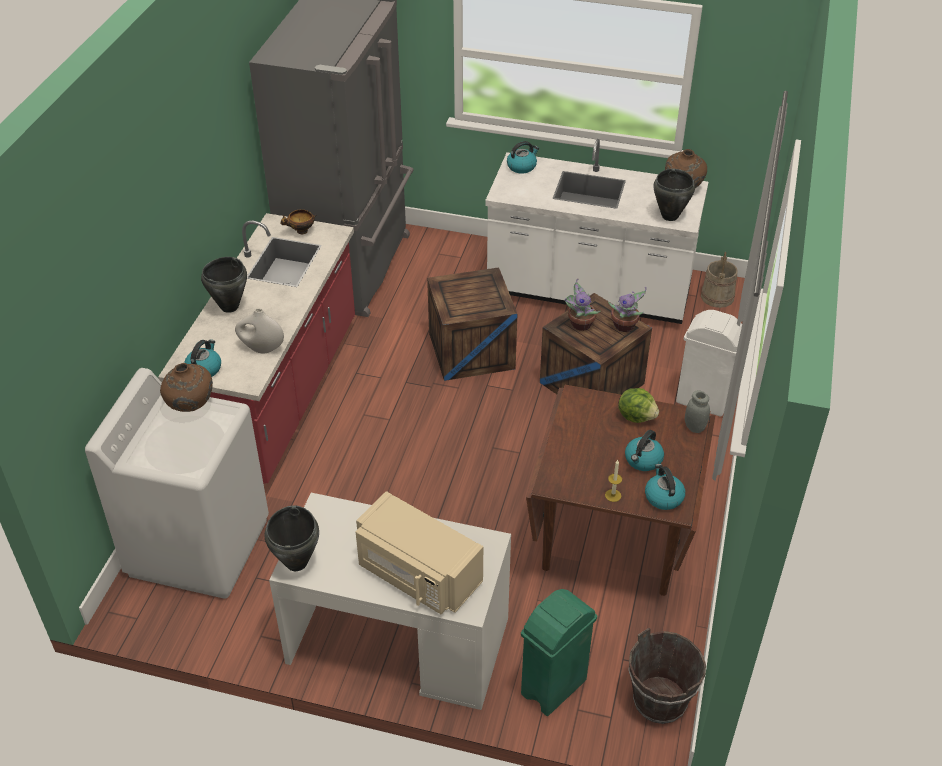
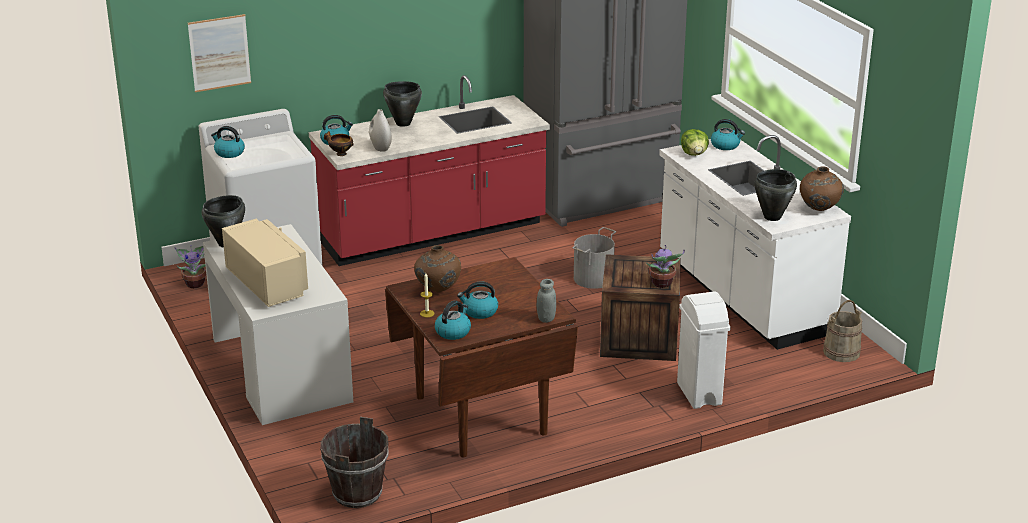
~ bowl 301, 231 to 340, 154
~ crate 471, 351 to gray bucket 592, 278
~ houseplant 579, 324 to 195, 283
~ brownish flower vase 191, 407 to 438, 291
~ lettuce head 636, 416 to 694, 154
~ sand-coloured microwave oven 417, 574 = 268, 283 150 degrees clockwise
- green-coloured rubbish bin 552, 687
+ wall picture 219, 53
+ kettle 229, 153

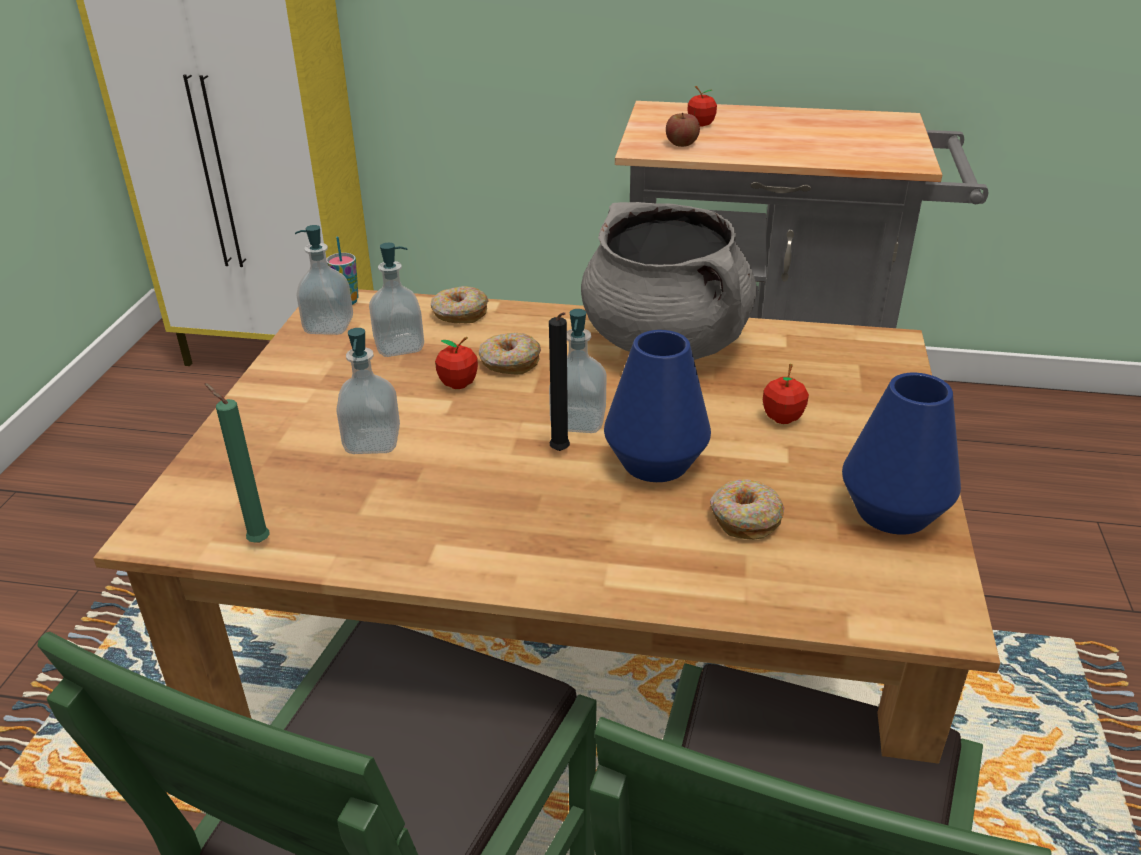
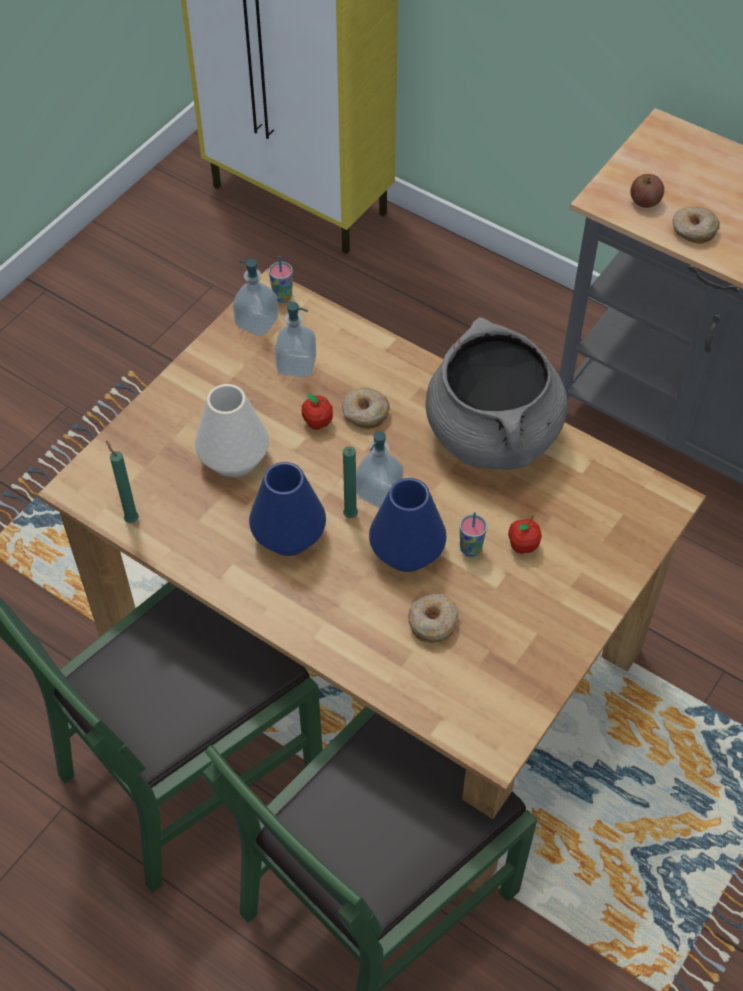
- apple 701, 124
~ donut 459, 314 to 693, 230
~ black-coloured wax light 560, 453 to green-coloured wax light 350, 517
~ soap bottle 372, 442 to white-coloured flower vase 234, 458
~ blue-coloured flower vase 892, 511 to 289, 535
+ small cup 470, 549

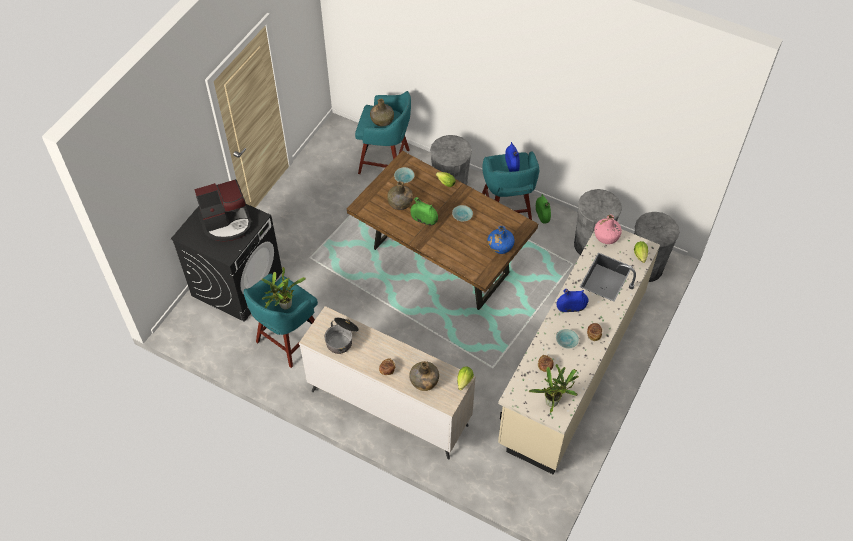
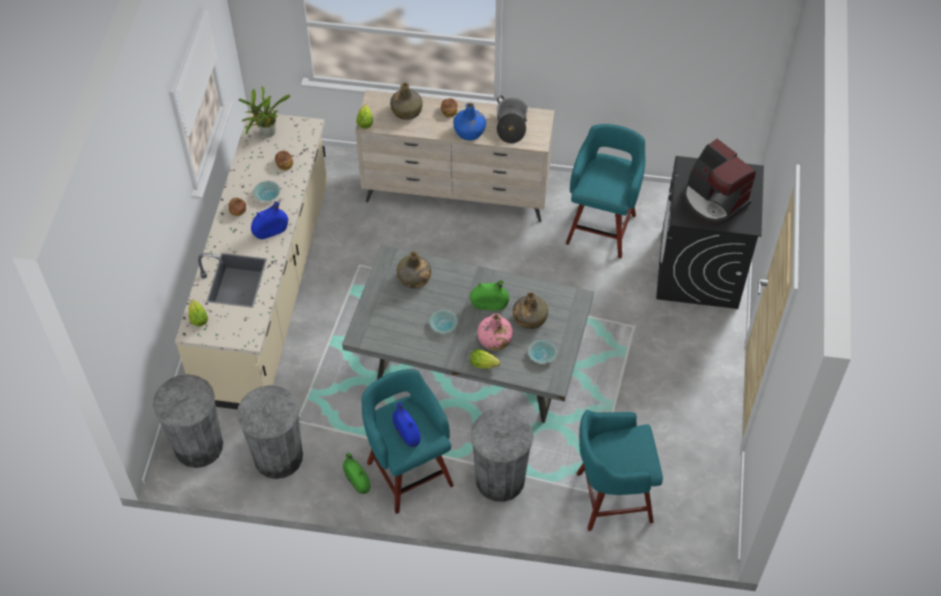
~ green-coloured bottle 382, 120 to 414, 279
~ brownish dinner table 440, 260 to gray dinner table 471, 372
~ coffee machine 227, 223 = 713, 200 90 degrees counterclockwise
~ pinkish bottle 606, 236 to 494, 340
~ blue-coloured bottle 500, 246 to 470, 131
- houseplant 284, 306

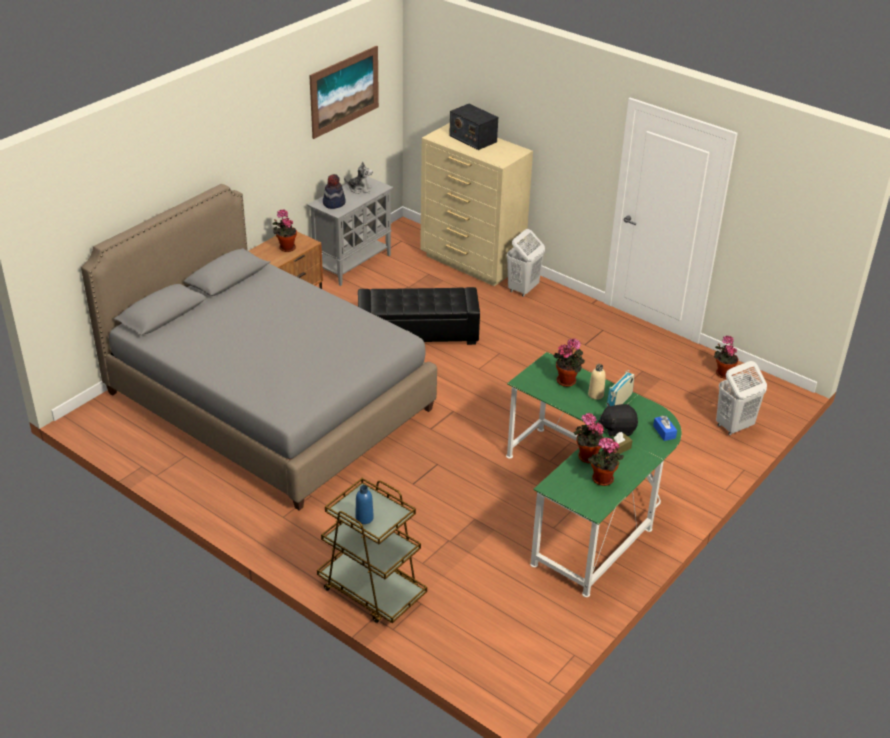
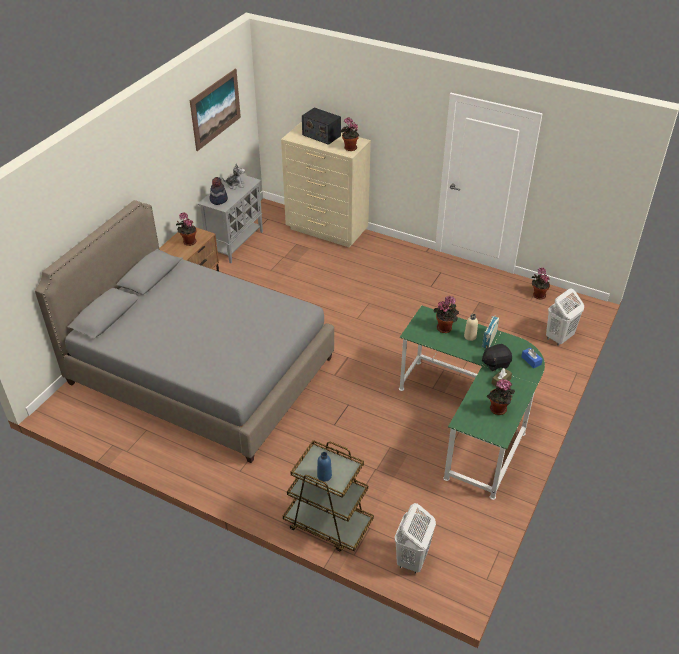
~ white-coloured washing basket 523, 289 to 412, 559
- black-coloured ottoman 418, 332
~ houseplant 586, 457 to 349, 148

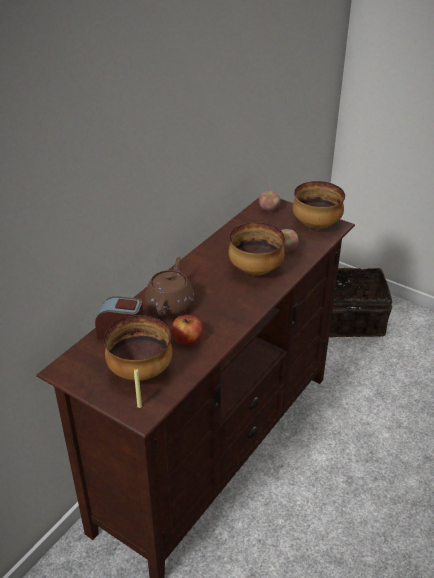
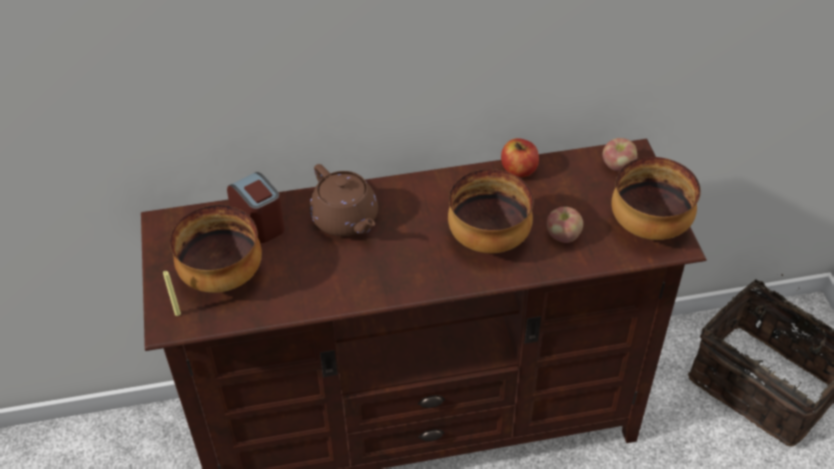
~ brownish teapot 170, 304 = 345, 219 90 degrees clockwise
~ apple 187, 339 to 519, 169

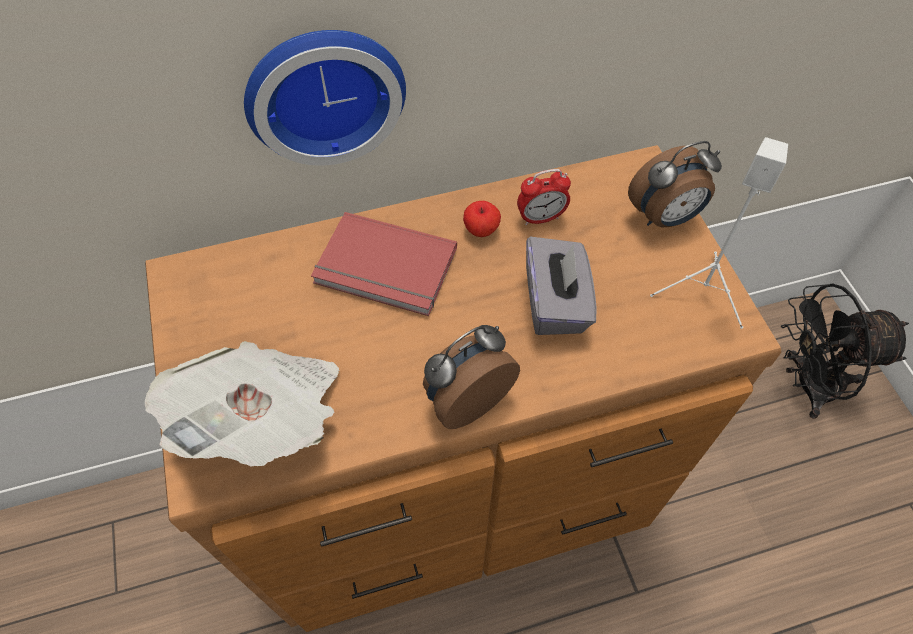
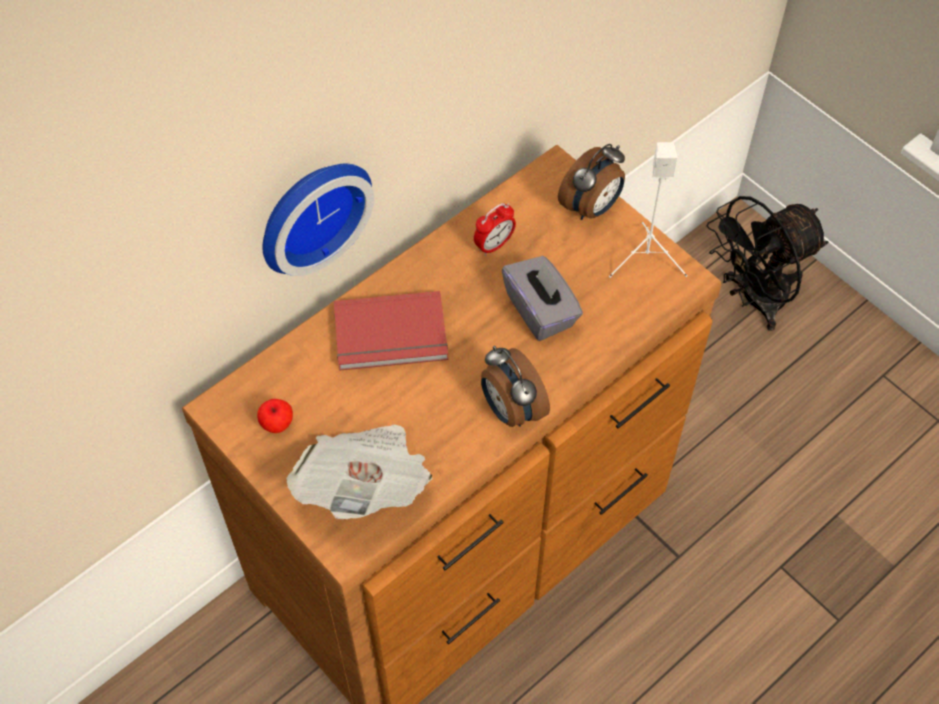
~ apple 481, 230 to 277, 424
~ bedside clock 466, 399 = 511, 410 60 degrees counterclockwise

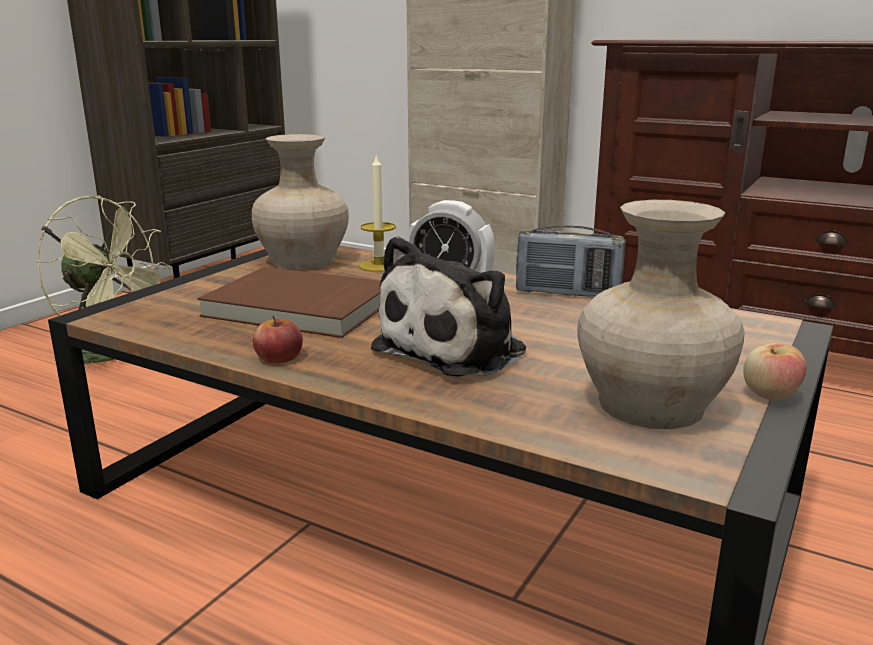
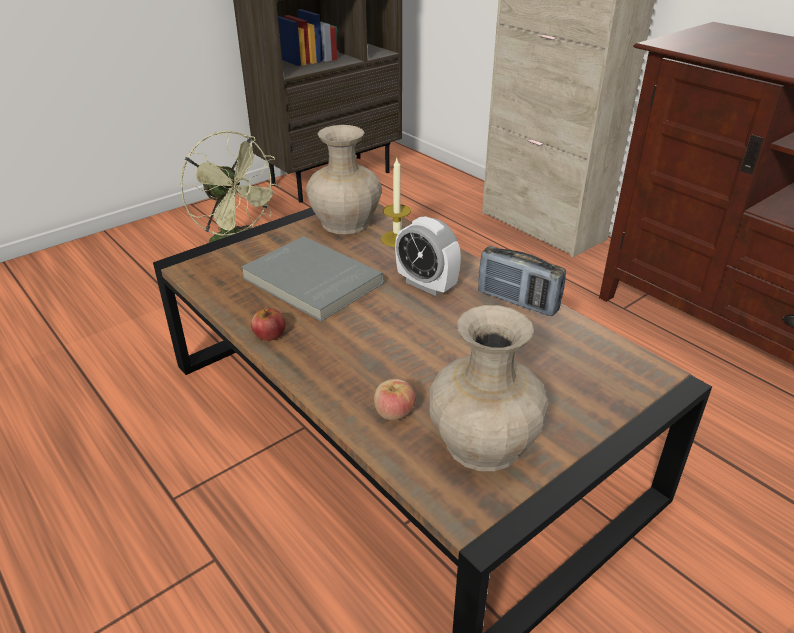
- cuddly toy 457, 349
~ brownish volume 298, 308 to gray volume 310, 282
~ apple 770, 395 to 394, 413

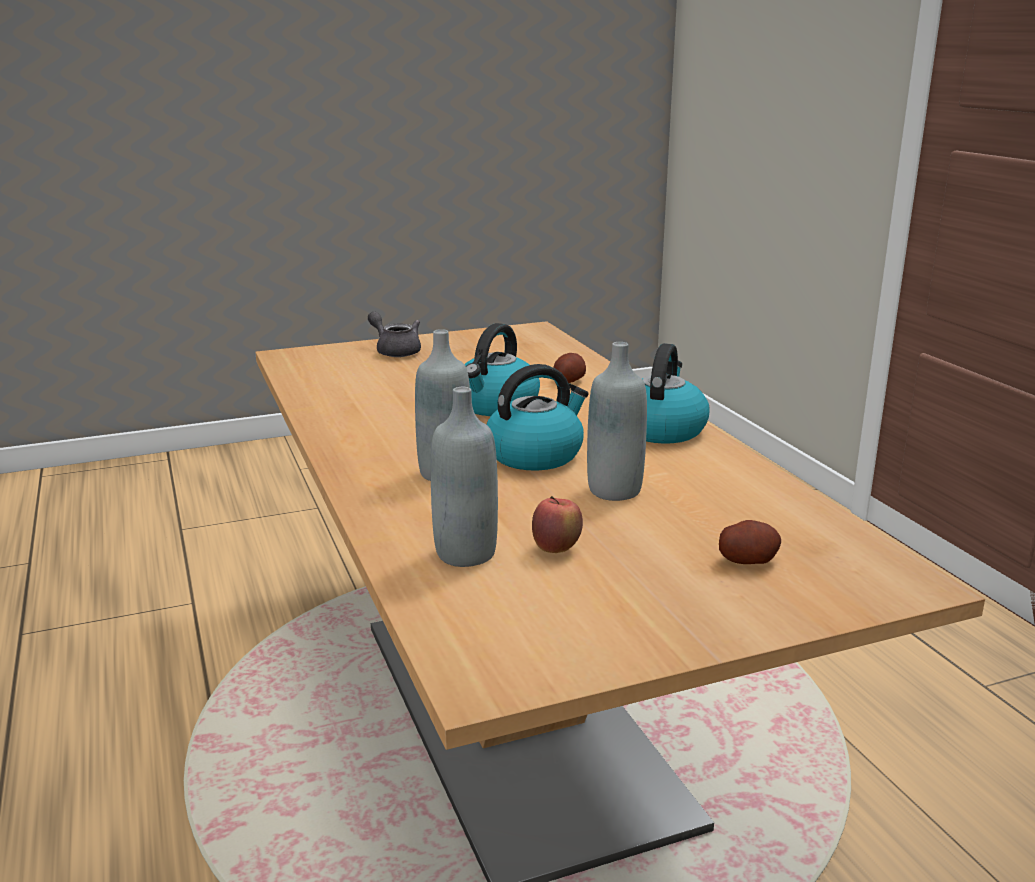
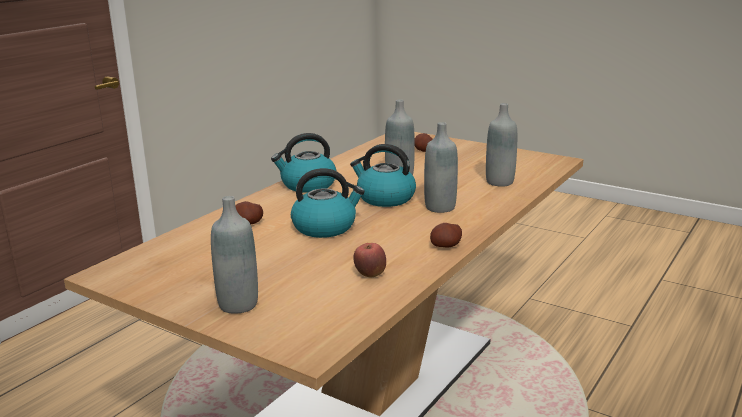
~ gray teapot 395, 351 to gray bottle 238, 304
~ apple 556, 549 to 370, 275
+ spud 445, 246

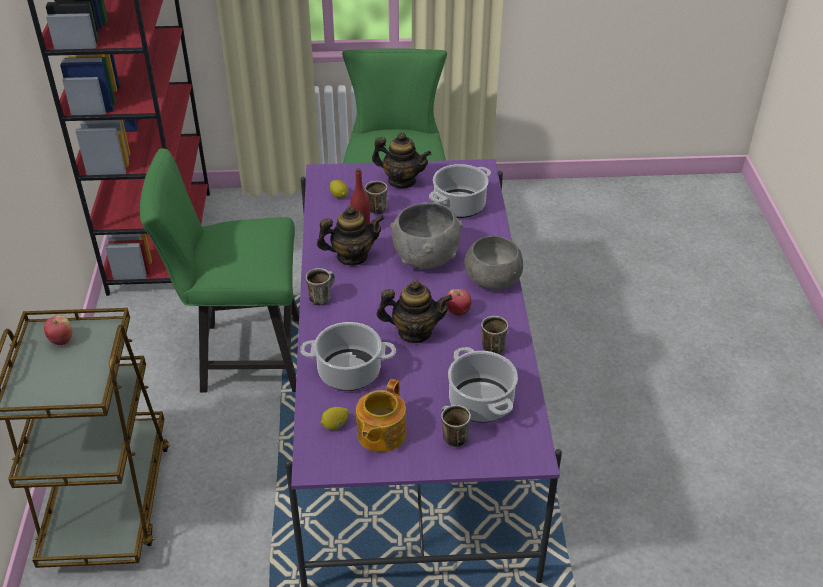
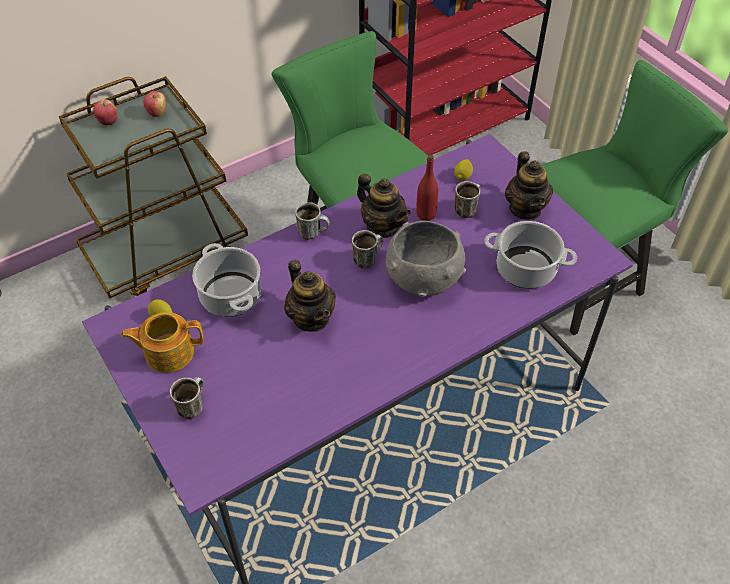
- gray bowl 493, 279
~ apple 458, 312 to 108, 122
~ mug 491, 345 to 367, 258
- stockpot 480, 402

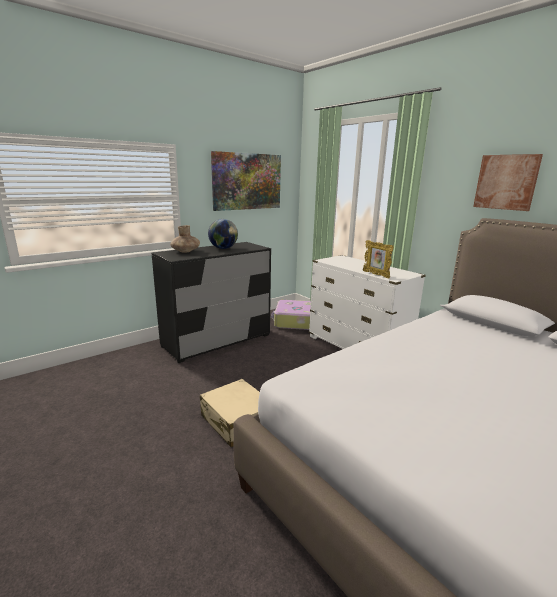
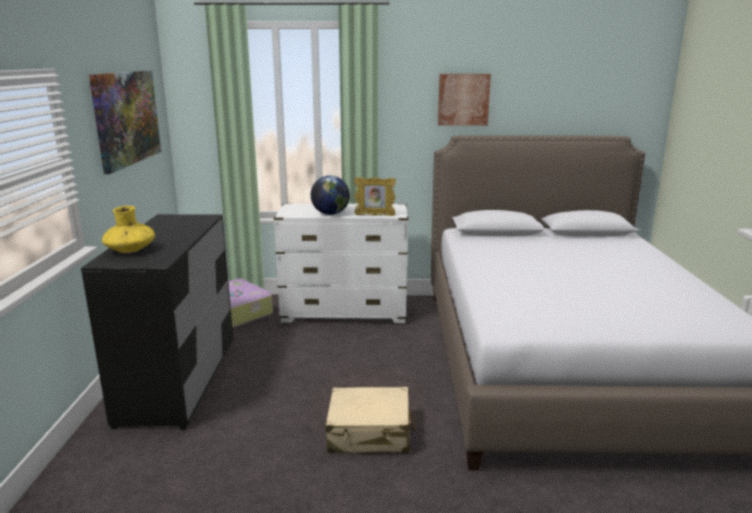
~ globe 223, 248 to 330, 214
~ brownish flower vase 185, 251 to yellowish flower vase 130, 250

